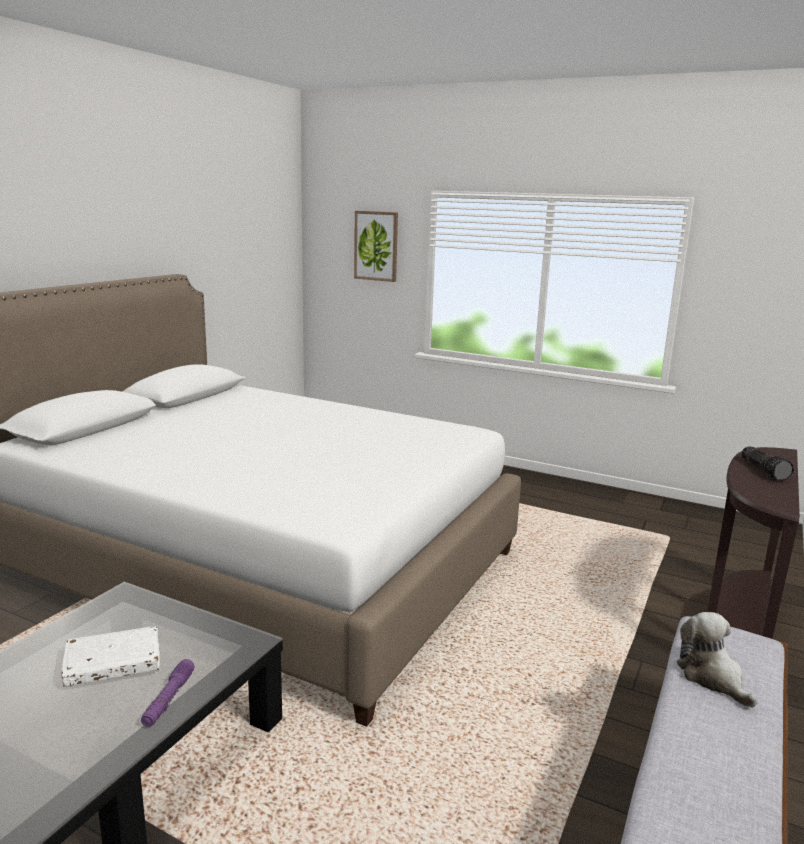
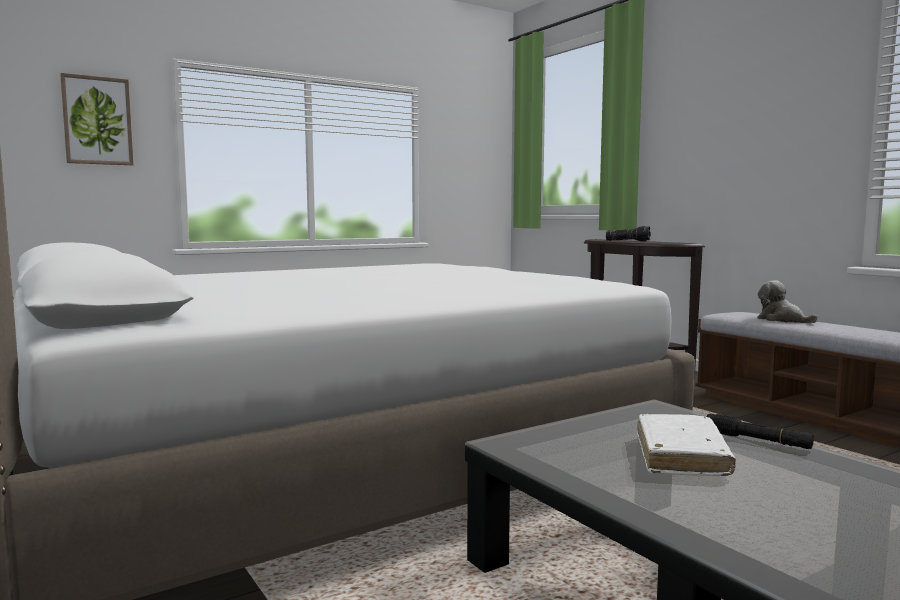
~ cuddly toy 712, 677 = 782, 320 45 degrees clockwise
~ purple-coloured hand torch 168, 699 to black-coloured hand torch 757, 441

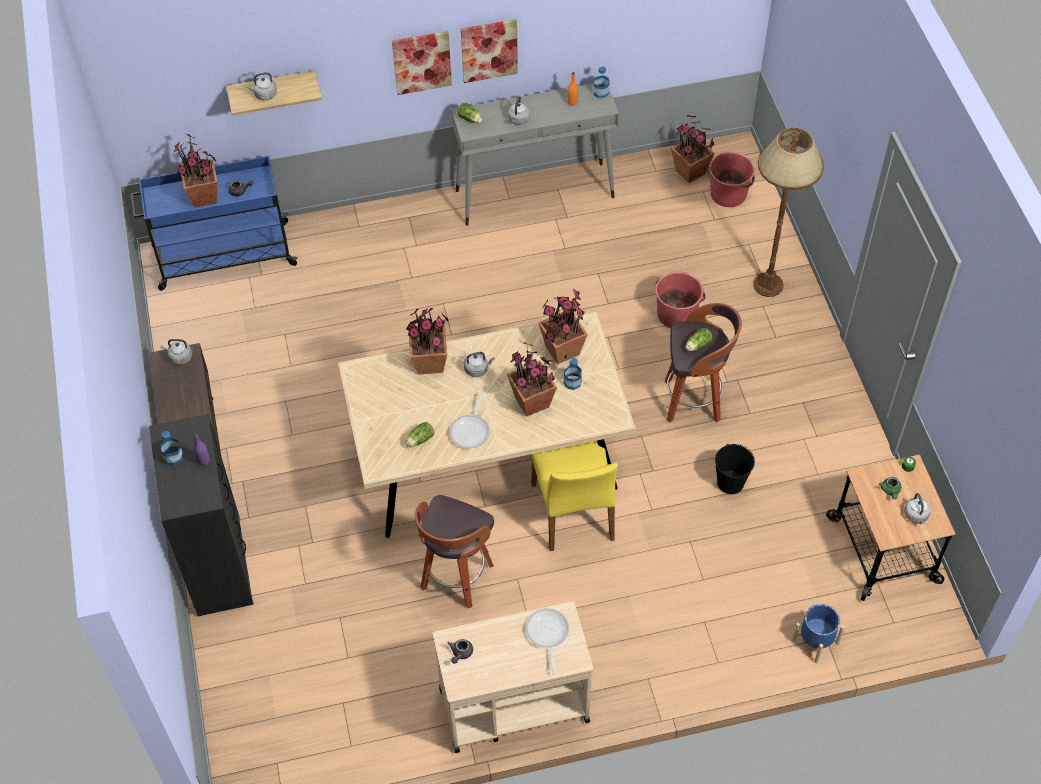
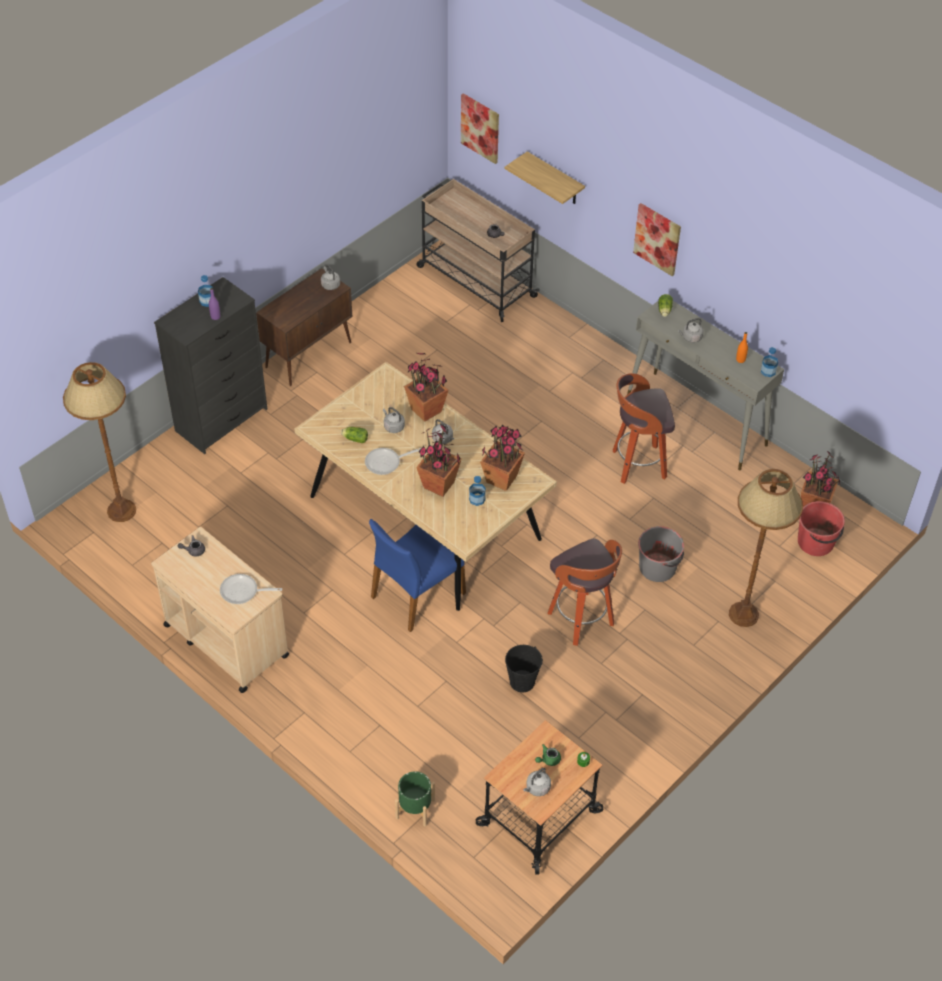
~ wall picture 489, 50 to 480, 128
~ gray kettle 264, 95 to 393, 426
- houseplant 204, 197
~ blue-coloured trolley 222, 256 to sand-coloured trolley 475, 281
~ red-coloured bucket 676, 314 to gray bucket 658, 567
- lettuce head 697, 345
~ yellowish plain chair 574, 512 to blue-coloured plain chair 416, 595
~ stool seat 456, 578 to 637, 465
~ blue-coloured planter 815, 641 to green-coloured planter 415, 809
~ pan 547, 634 = 243, 592 135 degrees counterclockwise
+ brownish standing lamp 121, 511

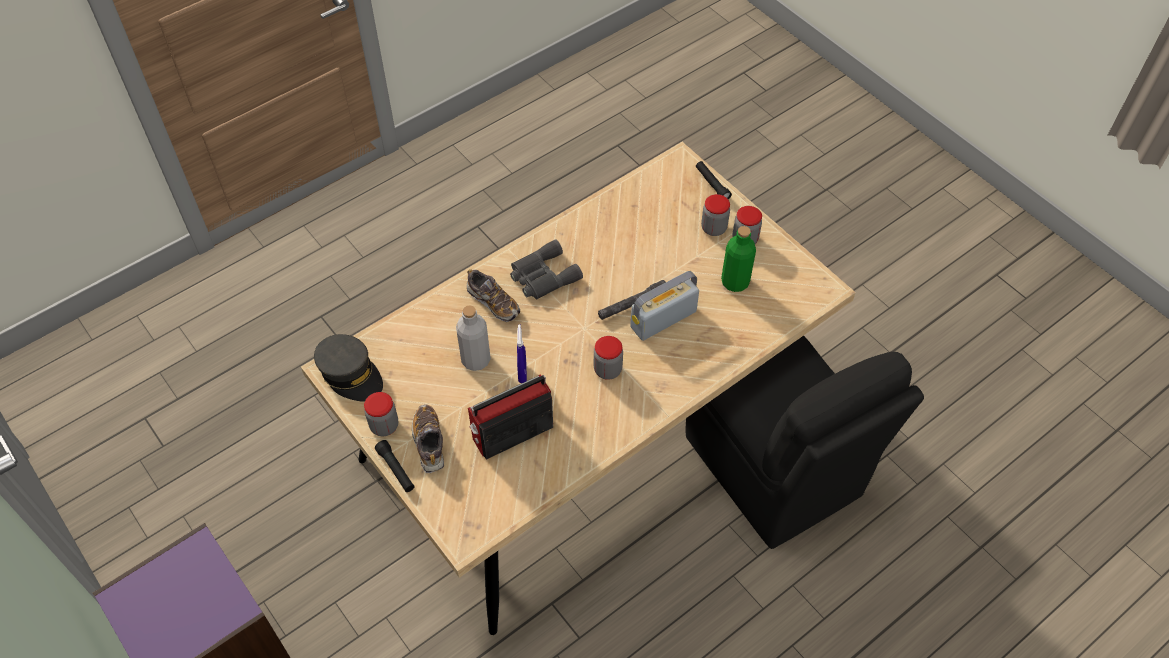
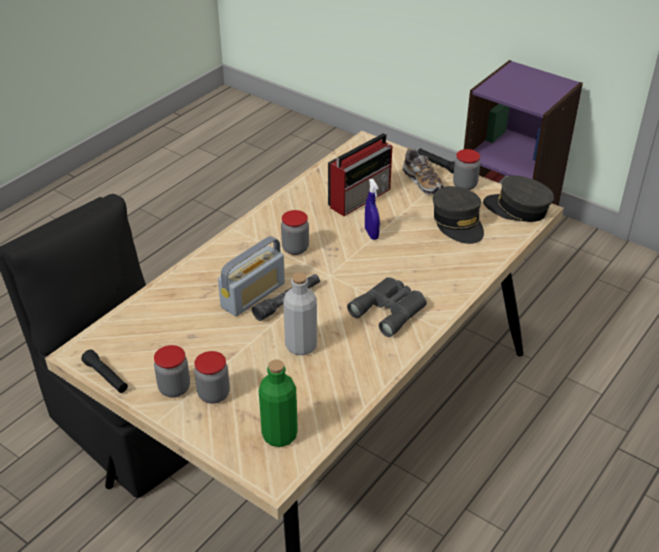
~ black-coloured hand torch 712, 184 to 106, 377
~ green-coloured bottle 735, 282 to 279, 435
- shoe 493, 302
~ gray bottle 476, 360 to 301, 346
+ gray baseball cap 458, 223

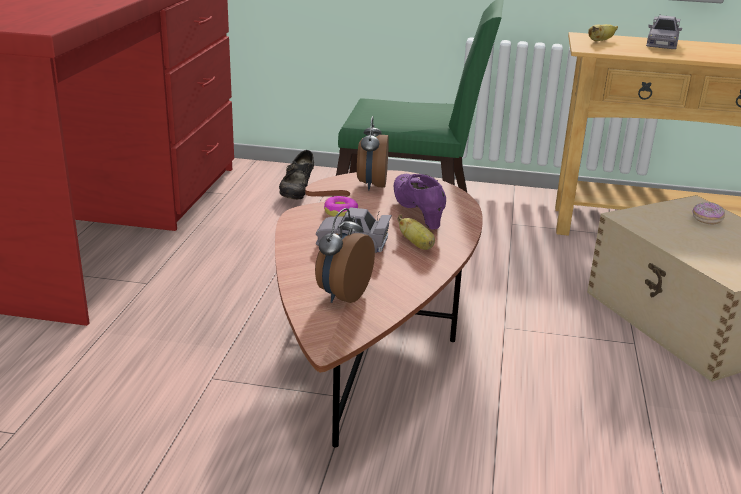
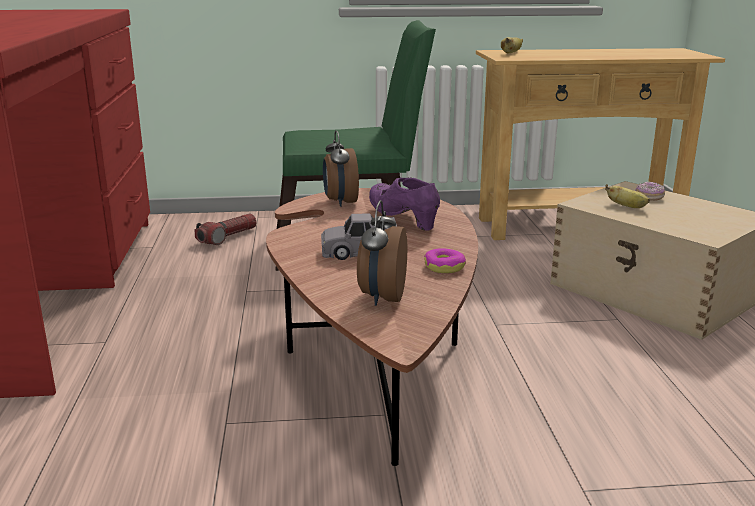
- gray miniature car 662, 44
~ black-coloured shoe 297, 193 to hand torch 227, 237
~ donut 340, 212 to 444, 267
~ banana fruit 417, 245 to 627, 207

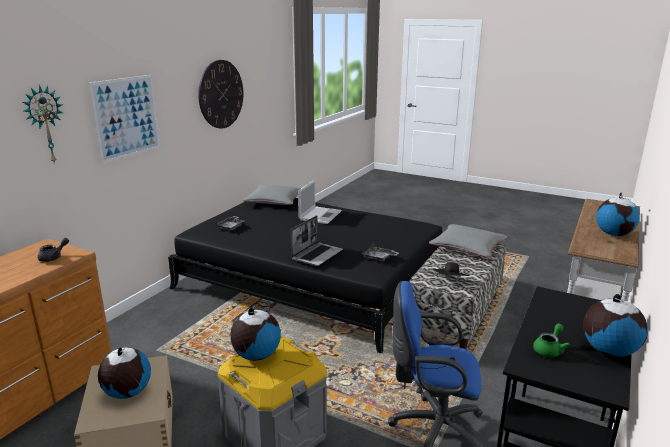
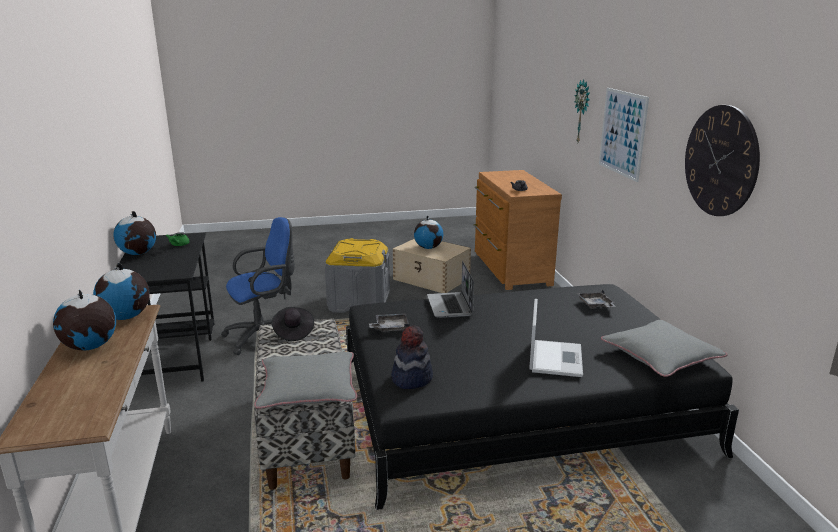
~ notebook computer 320, 215 = 555, 358 150 degrees counterclockwise
~ globe 256, 355 to 126, 317
+ wearable hat 411, 378

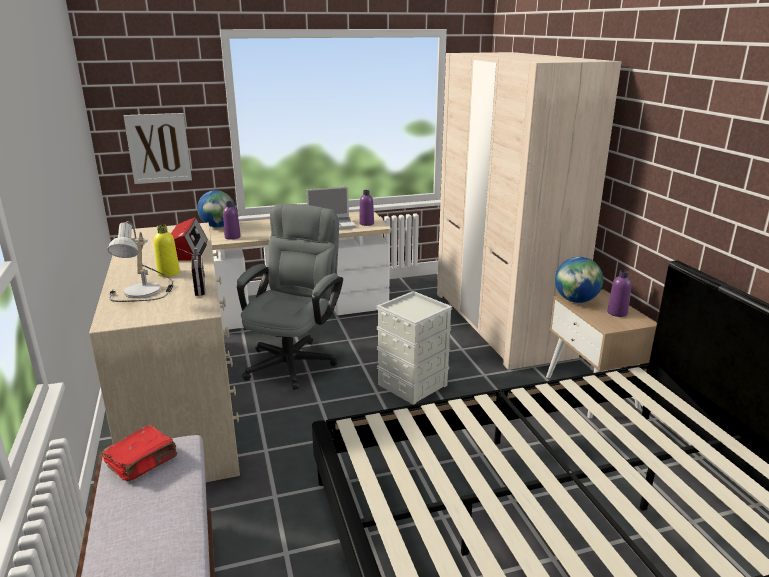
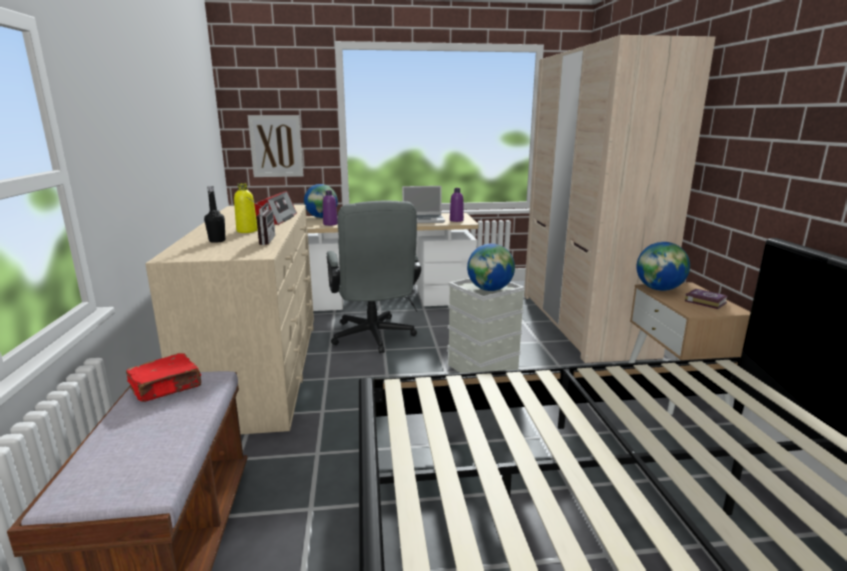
~ gray computer chair 294, 359 = 374, 338 135 degrees clockwise
~ lamp for a table 145, 292 to black-coloured bottle 217, 241
~ purple-coloured bottle 617, 313 to volume 704, 301
+ globe 490, 289

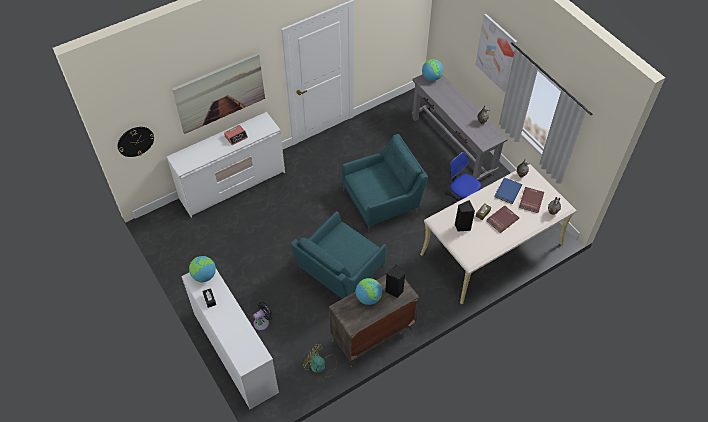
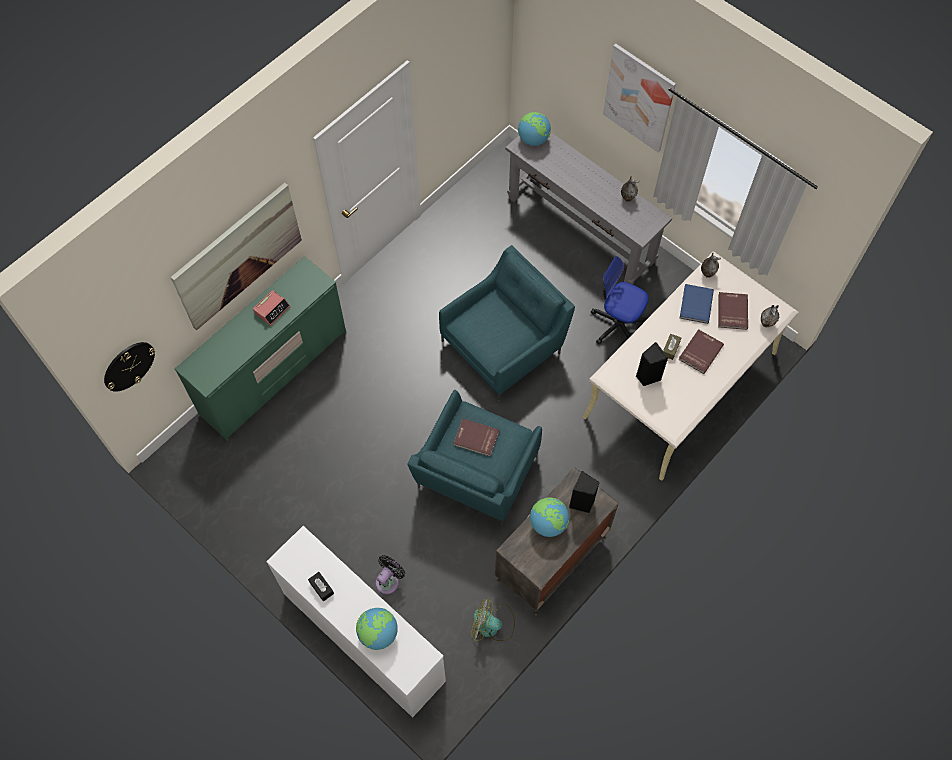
~ white-coloured dresser 233, 186 to green-coloured dresser 274, 373
~ globe 204, 276 to 378, 633
+ red-coloured volume 476, 439

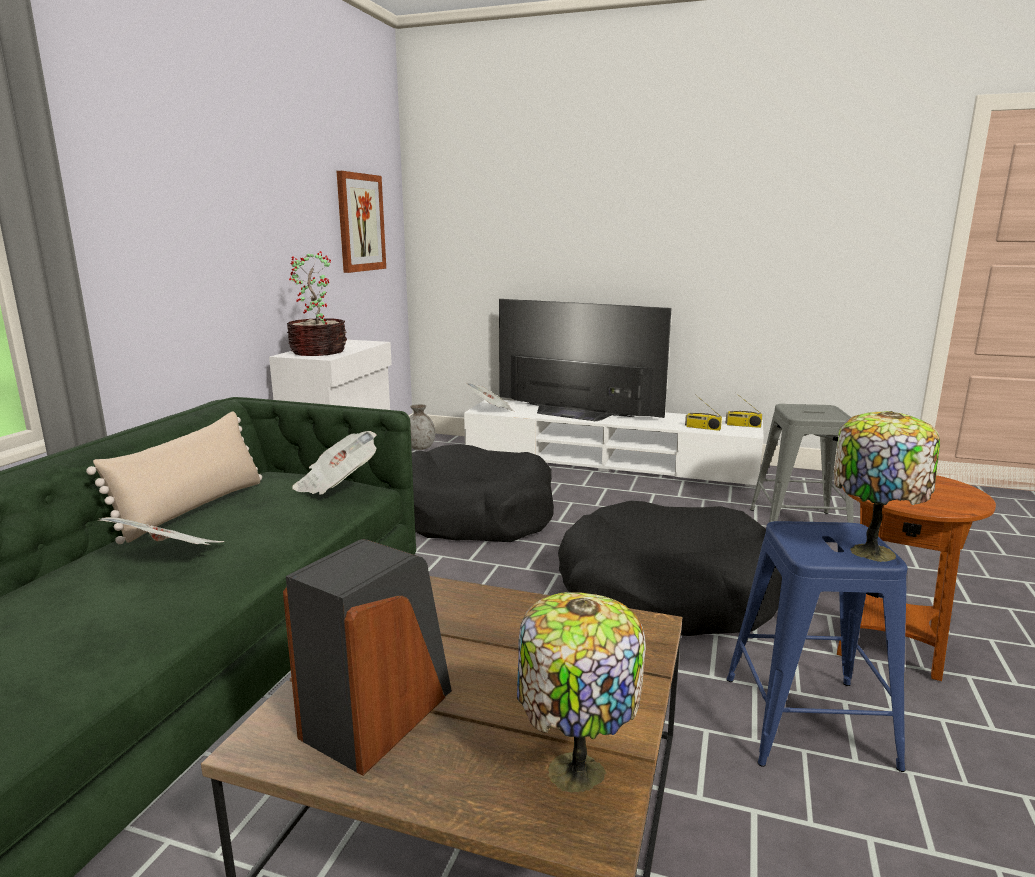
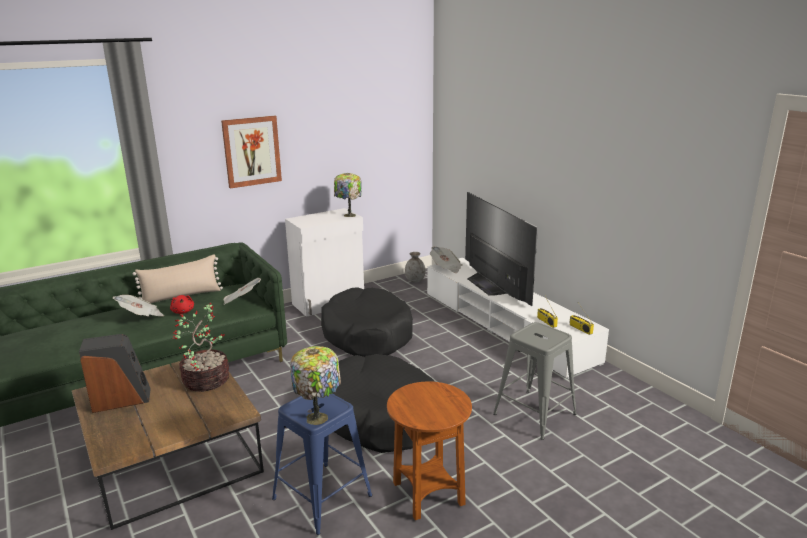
~ wall picture 360, 222 to 252, 151
~ houseplant 318, 351 to 207, 380
~ lamp for a table 574, 775 to 348, 215
+ red-coloured cuddly toy 183, 311

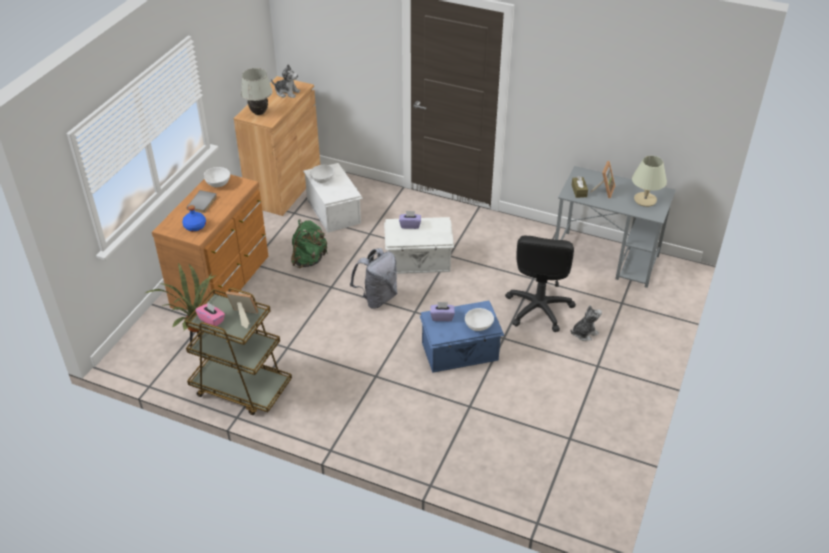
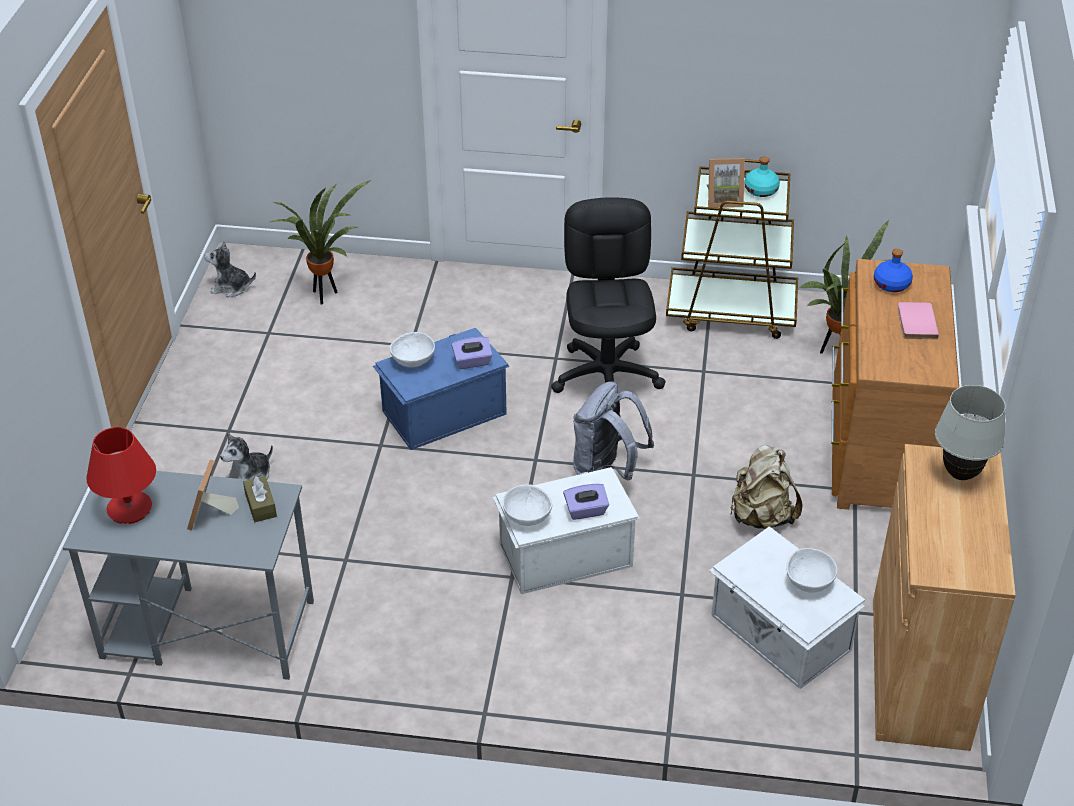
~ cuddly toy 287, 92 to 231, 287
~ sand-coloured lamp for a table 645, 200 to red-coloured lamp for a table 129, 508
~ white-coloured bowl 218, 184 to 526, 516
~ gray volume 203, 203 to pinkish volume 915, 323
~ green-coloured rucksack 309, 260 to sand-coloured rucksack 761, 516
~ black-coloured computer chair 538, 309 to 607, 377
~ pinkish tissue holder 212, 320 to turquoise bottle 761, 190
+ houseplant 325, 296

